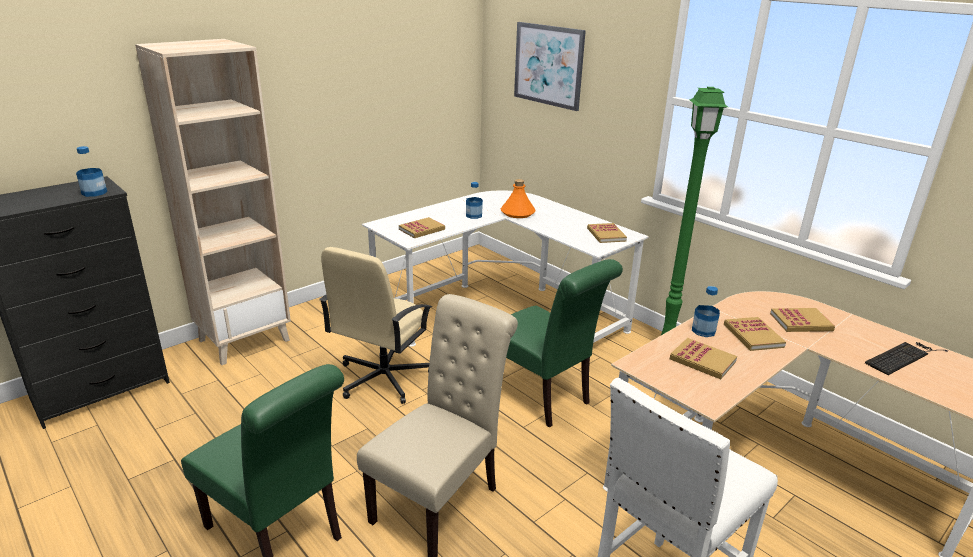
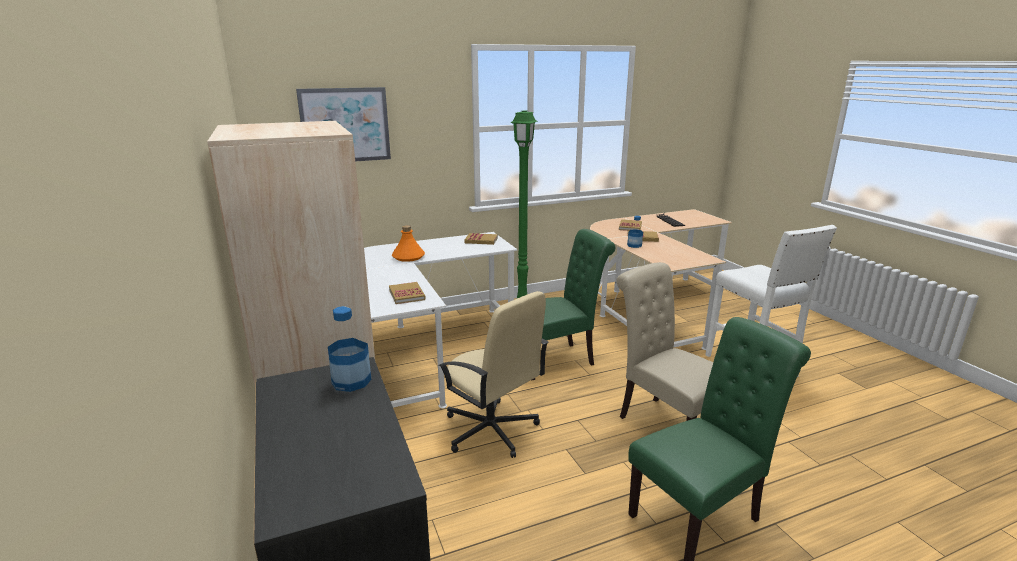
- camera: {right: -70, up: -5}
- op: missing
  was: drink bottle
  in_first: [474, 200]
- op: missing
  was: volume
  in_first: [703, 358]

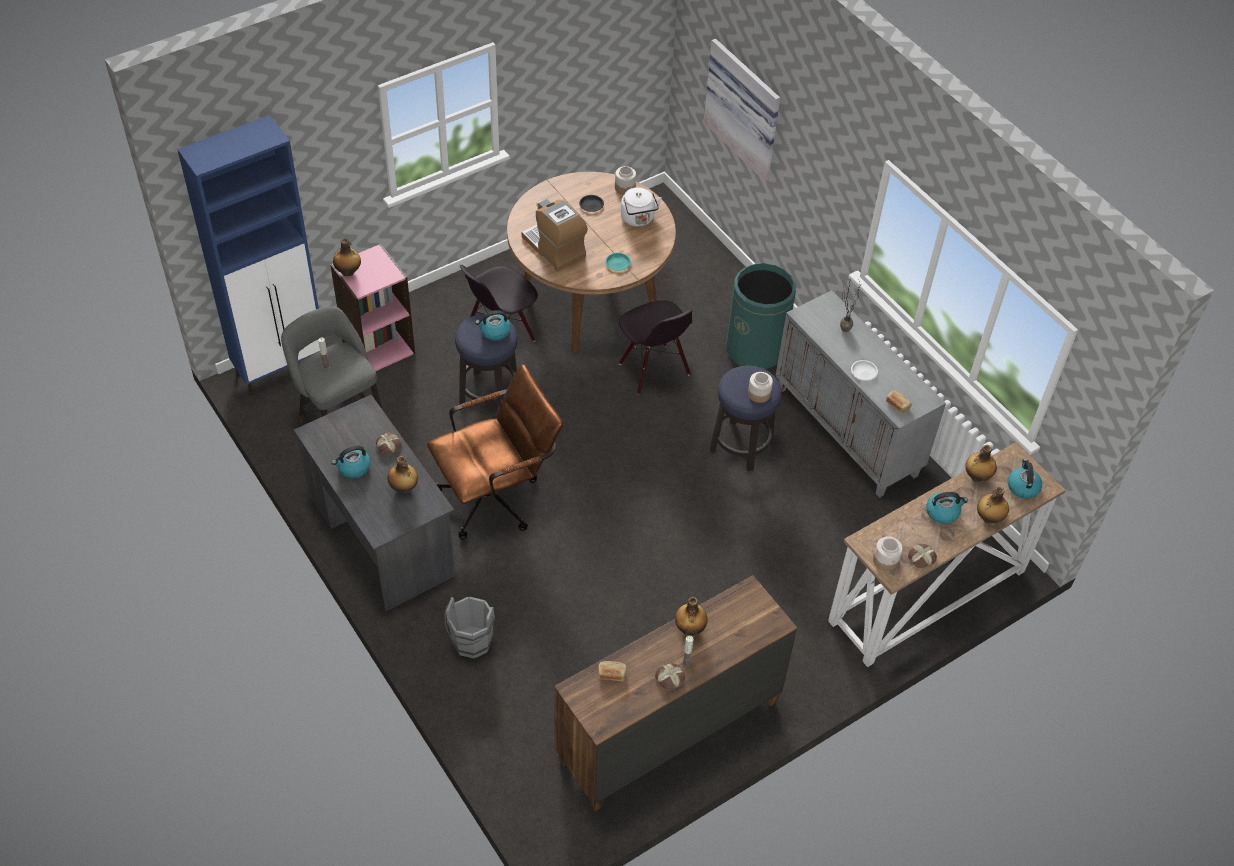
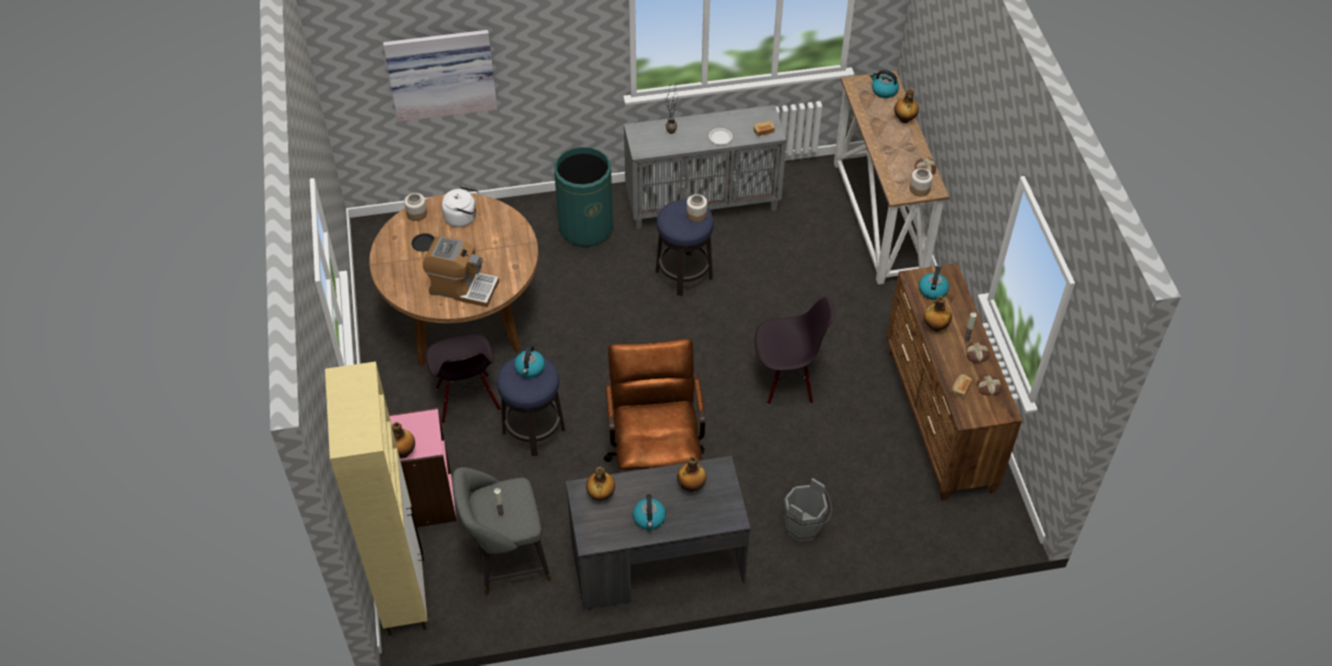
- camera: {right: -65, up: 0}
- op: colour
  was: blue cabinet
  now: sand-coloured cabinet
  in_first: [250, 254]
  in_second: [376, 498]
- op: spun
  was: coffee machine
  in_first: [555, 235]
  in_second: [461, 271]
  clockwise: -150
- op: relocated
  was: drink bottle
  in_first: [981, 463]
  in_second: [600, 484]
- op: relocated
  was: black-coloured plain chair
  in_first: [656, 347]
  in_second: [795, 351]
- op: relocated
  was: tea kettle
  in_first: [947, 508]
  in_second: [934, 282]
- op: relocated
  was: baked bread
  in_first: [389, 443]
  in_second: [989, 385]
- op: missing
  was: turquoise flat dish
  in_first: [618, 262]

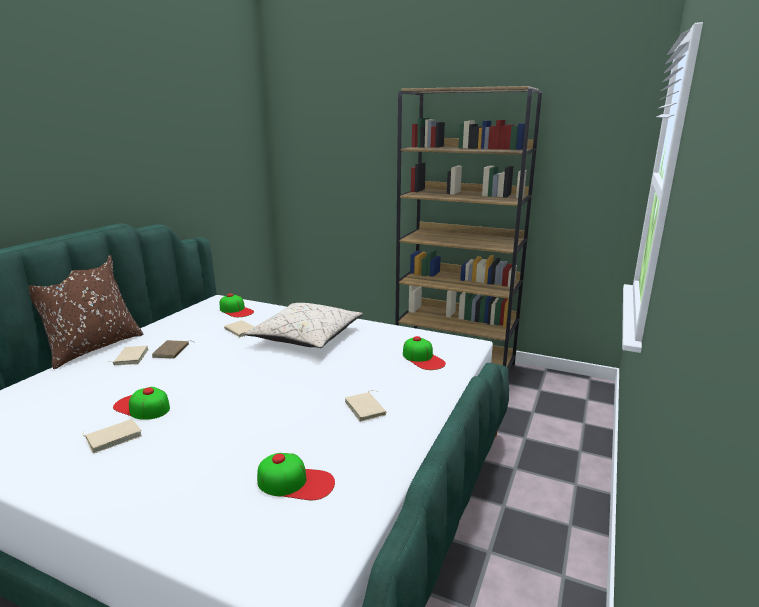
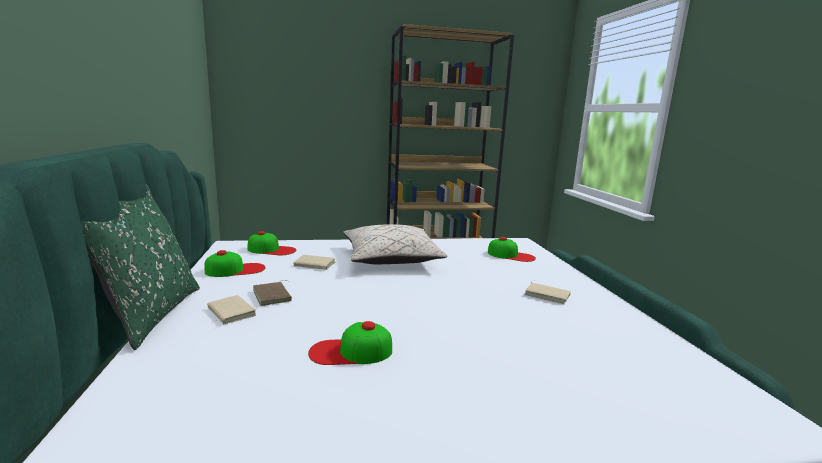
- camera: {right: -35, up: -5}
- op: colour
  was: brown cushion
  now: green cushion
  in_first: [86, 312]
  in_second: [140, 267]
- op: relocated
  was: baseball cap
  in_first: [296, 476]
  in_second: [235, 263]
- op: missing
  was: sand-coloured volume
  in_first: [112, 436]

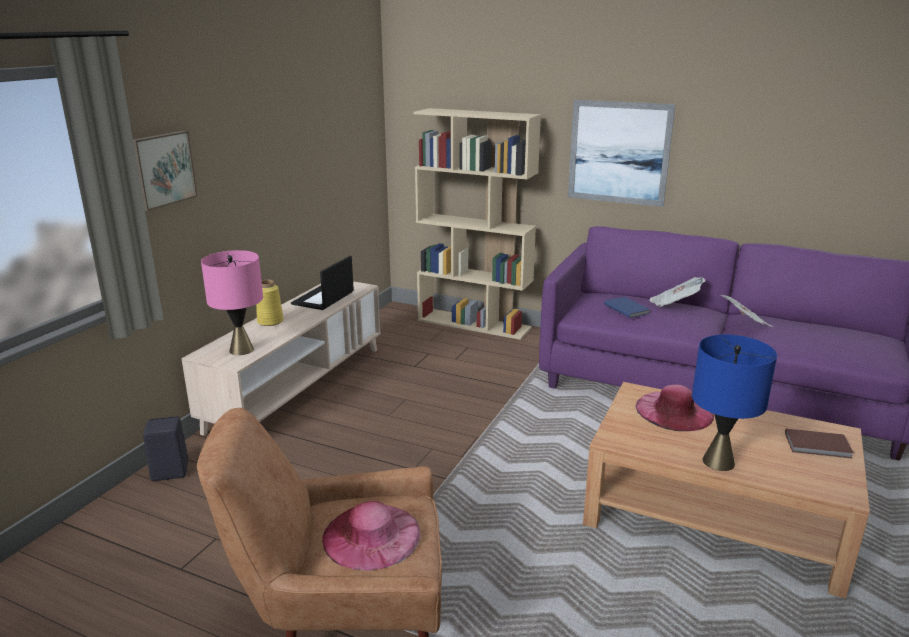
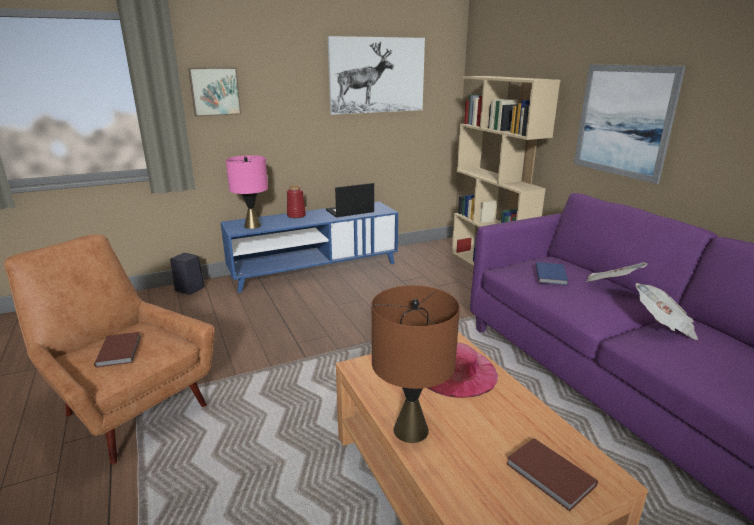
- camera: {right: 40, up: 0}
- op: exchanged
  was: pink clothing hat
  now: brown volume
  in_first: [371, 536]
  in_second: [117, 350]
- op: colour
  was: sand-coloured tv unit
  now: blue tv unit
  in_first: [280, 358]
  in_second: [309, 247]
- op: colour
  was: yellow-coloured decorative vase
  now: red decorative vase
  in_first: [270, 303]
  in_second: [296, 201]
- op: appeared
  now: wall art
  in_second: [376, 75]
- op: colour
  was: blue table lamp
  now: brown table lamp
  in_first: [734, 402]
  in_second: [416, 364]

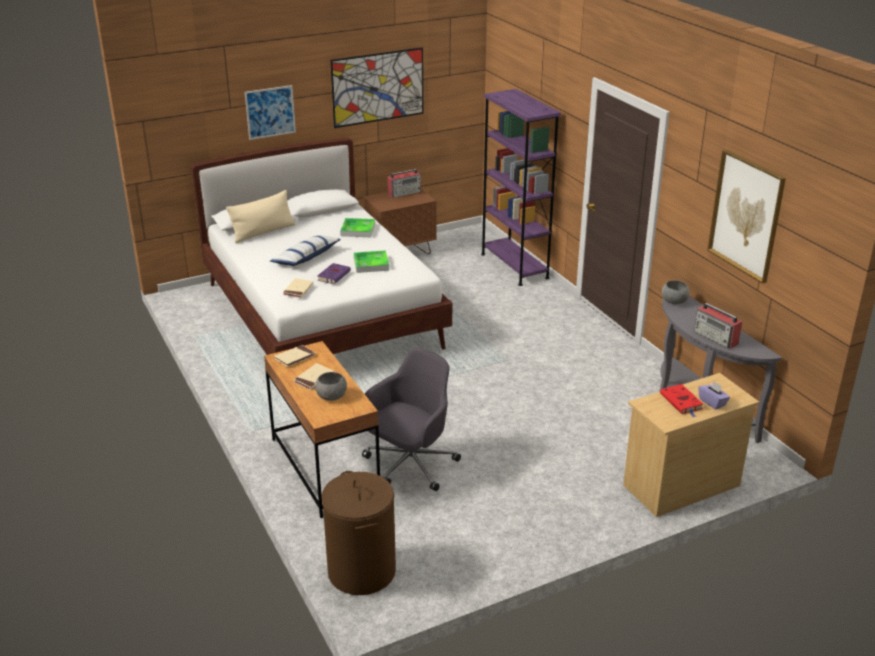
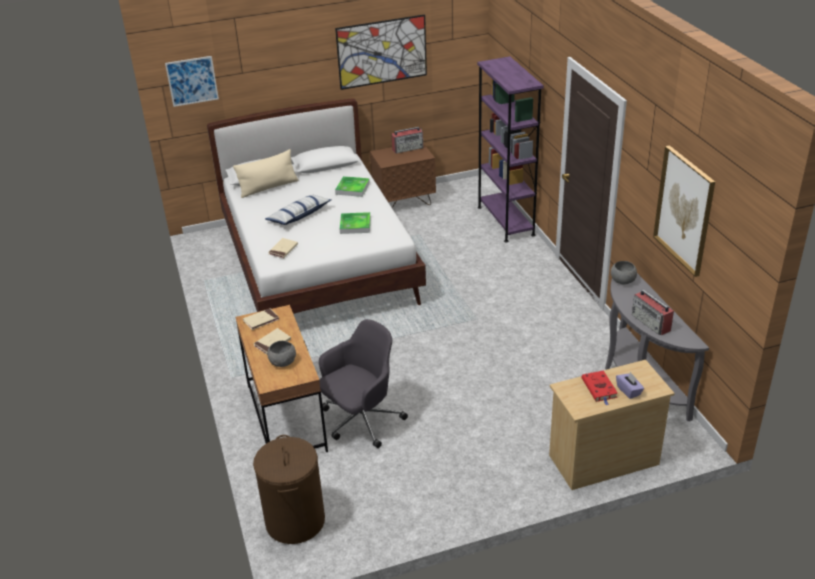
- camera: {right: 10, up: 5}
- op: relocated
  was: wall art
  in_first: [270, 112]
  in_second: [192, 81]
- op: missing
  was: purplish volume
  in_first: [334, 273]

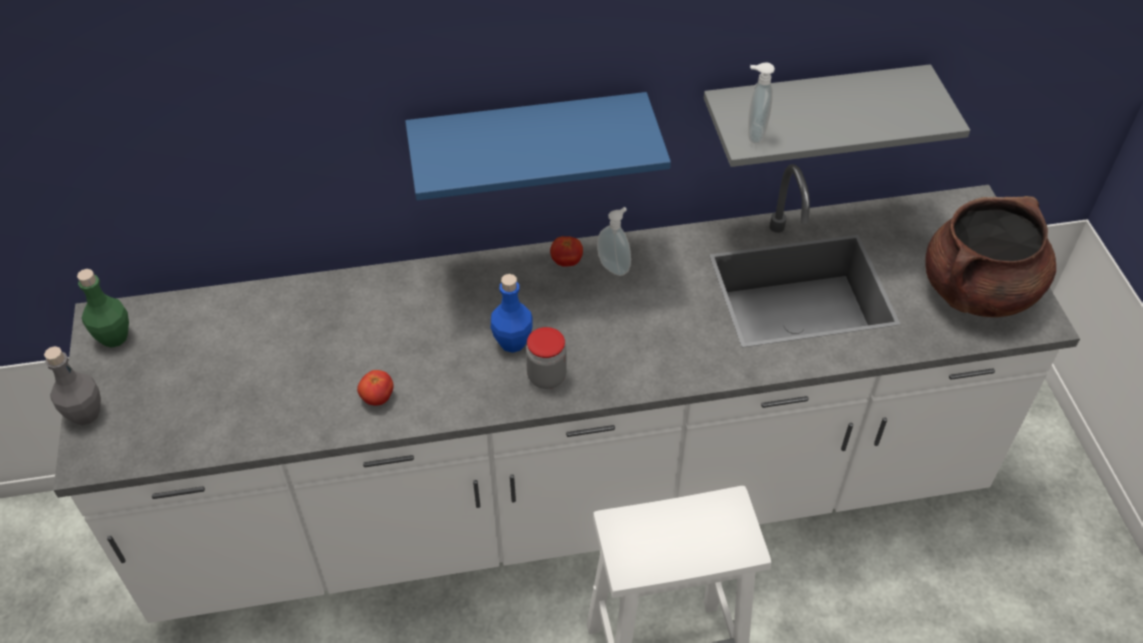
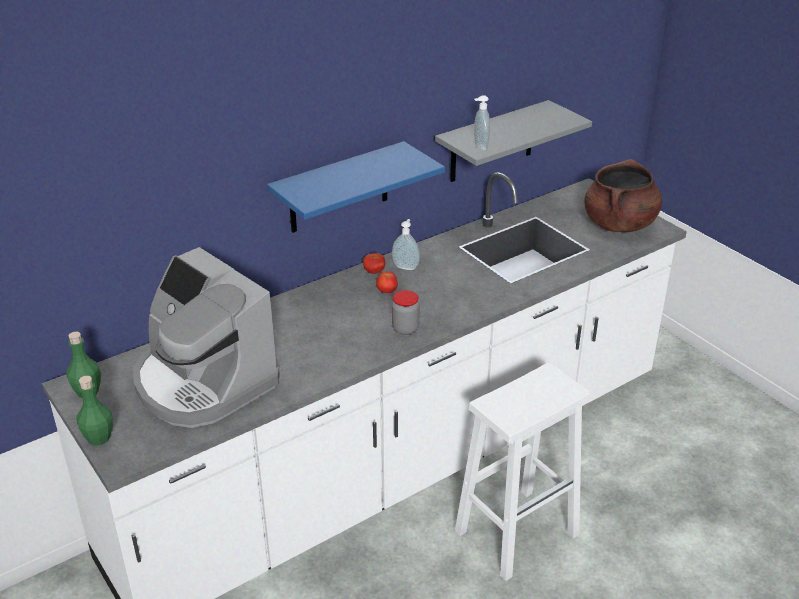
- camera: {right: -25, up: -15}
- op: colour
  was: greyish drink bottle
  now: green drink bottle
  in_first: [72, 385]
  in_second: [94, 411]
- op: appeared
  now: coffee machine
  in_second: [206, 337]
- op: relocated
  was: whole tomato
  in_first: [375, 388]
  in_second: [387, 282]
- op: missing
  was: blue drink bottle
  in_first: [511, 313]

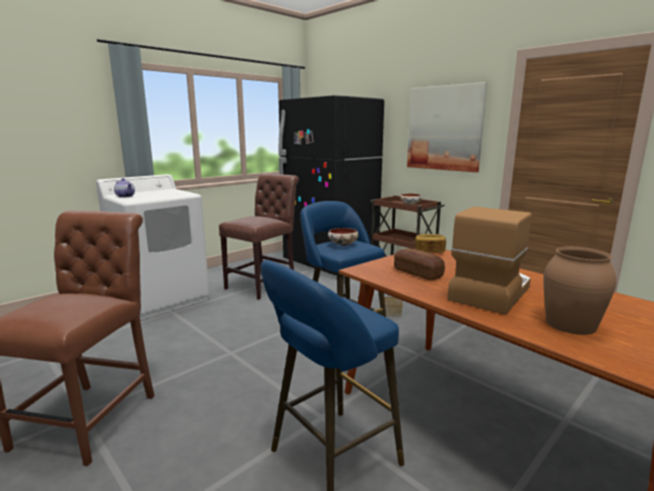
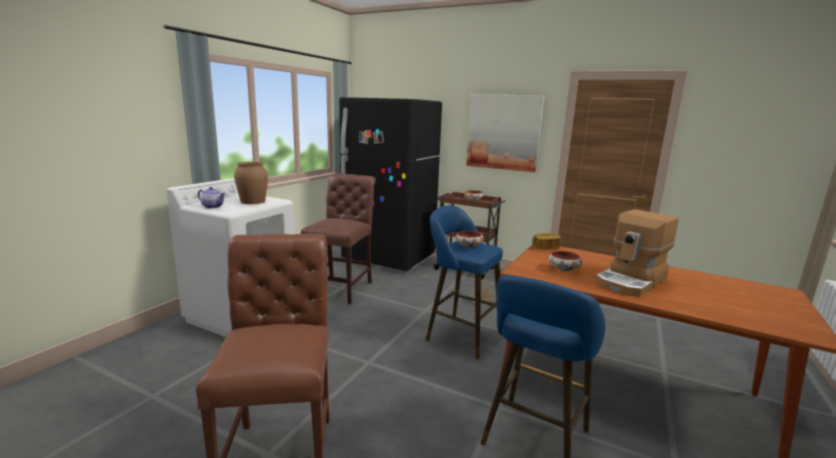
- camera: {right: -20, up: 0}
- op: relocated
  was: brown decorative vase
  in_first: [580, 290]
  in_second: [251, 183]
- op: exchanged
  was: baked bread
  now: serving bowl
  in_first: [419, 264]
  in_second: [565, 261]
- op: spun
  was: coffee machine
  in_first: [489, 260]
  in_second: [637, 253]
  clockwise: -150

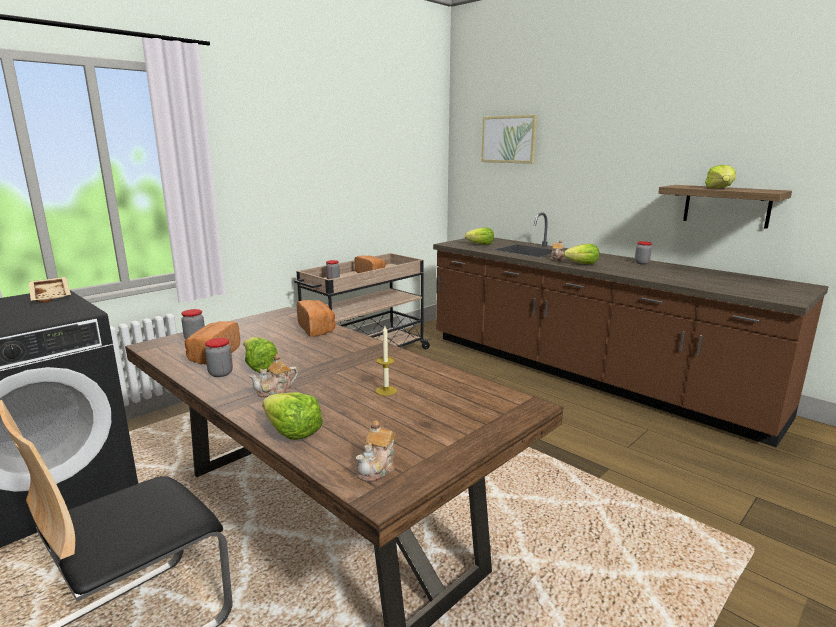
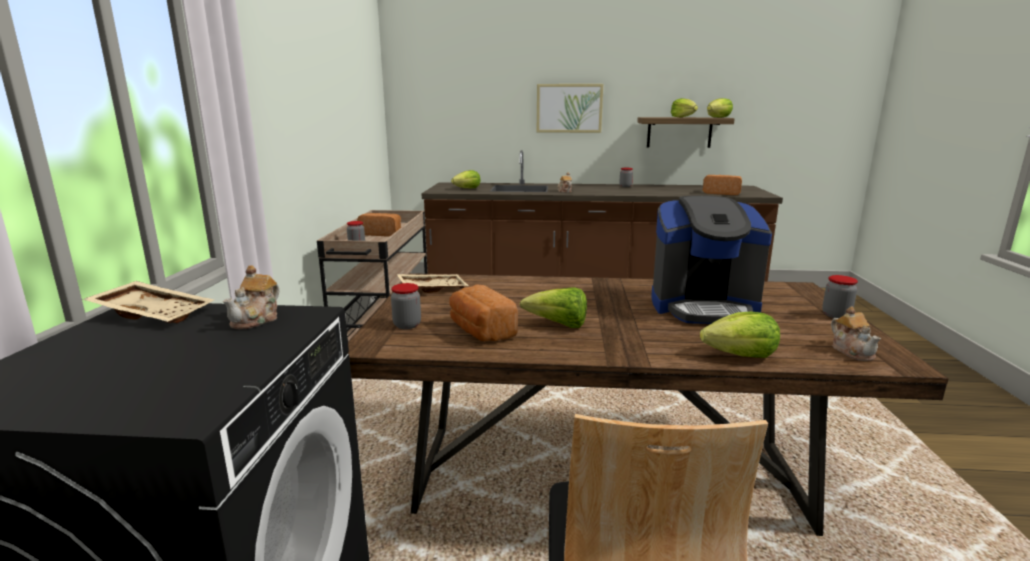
- camera: {right: -40, up: 0}
- op: relocated
  was: tea pot
  in_first: [273, 375]
  in_second: [251, 297]
- op: appeared
  now: sand-coloured tray
  in_second: [432, 283]
- op: relocated
  was: wall art
  in_first: [509, 139]
  in_second: [570, 108]
- op: exchanged
  was: candle
  now: coffee machine
  in_first: [386, 361]
  in_second: [711, 259]
- op: relocated
  was: baked bread
  in_first: [316, 318]
  in_second: [722, 185]
- op: relocated
  was: lettuce head
  in_first: [581, 254]
  in_second: [720, 108]
- op: relocated
  was: preserve jar
  in_first: [219, 357]
  in_second: [840, 296]

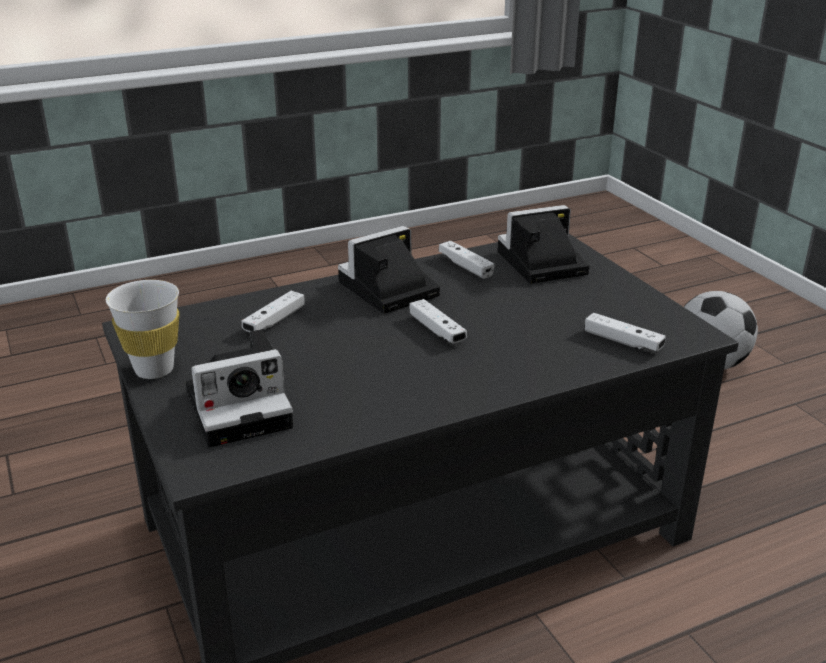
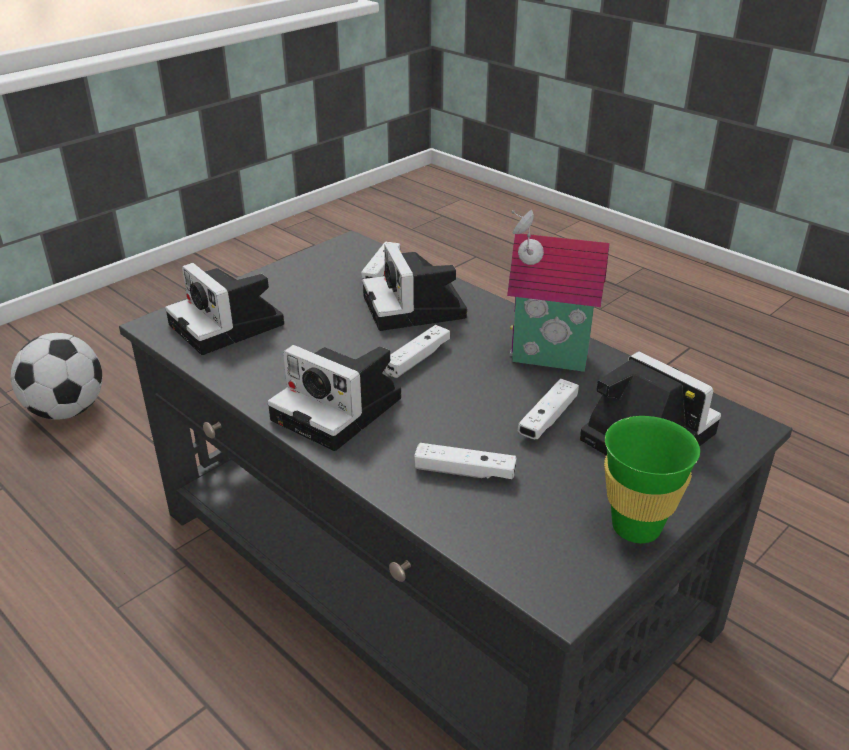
- camera: {right: -110, up: 5}
- op: appeared
  now: still camera
  in_second: [415, 287]
- op: appeared
  now: miniature house
  in_second: [558, 291]
- op: relocated
  was: whitish gamepad
  in_first: [466, 260]
  in_second: [548, 409]
- op: colour
  was: whitish small cup
  now: green small cup
  in_first: [142, 329]
  in_second: [652, 479]

